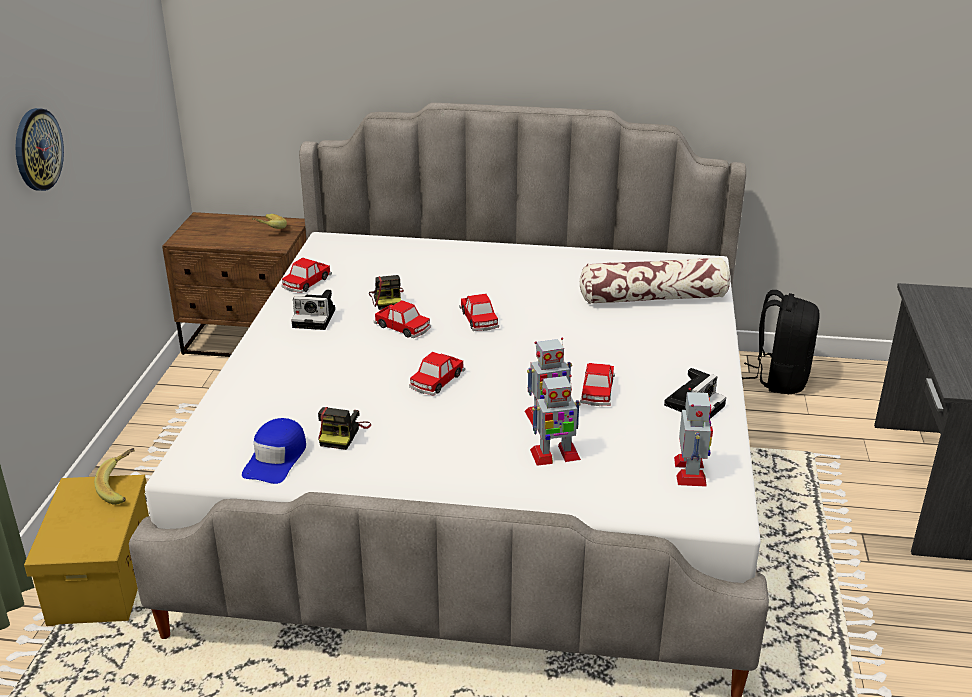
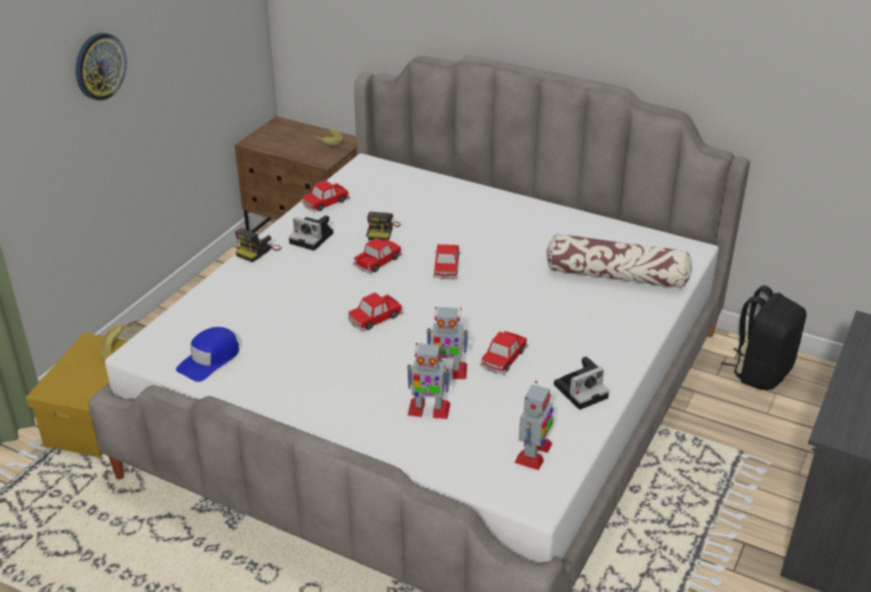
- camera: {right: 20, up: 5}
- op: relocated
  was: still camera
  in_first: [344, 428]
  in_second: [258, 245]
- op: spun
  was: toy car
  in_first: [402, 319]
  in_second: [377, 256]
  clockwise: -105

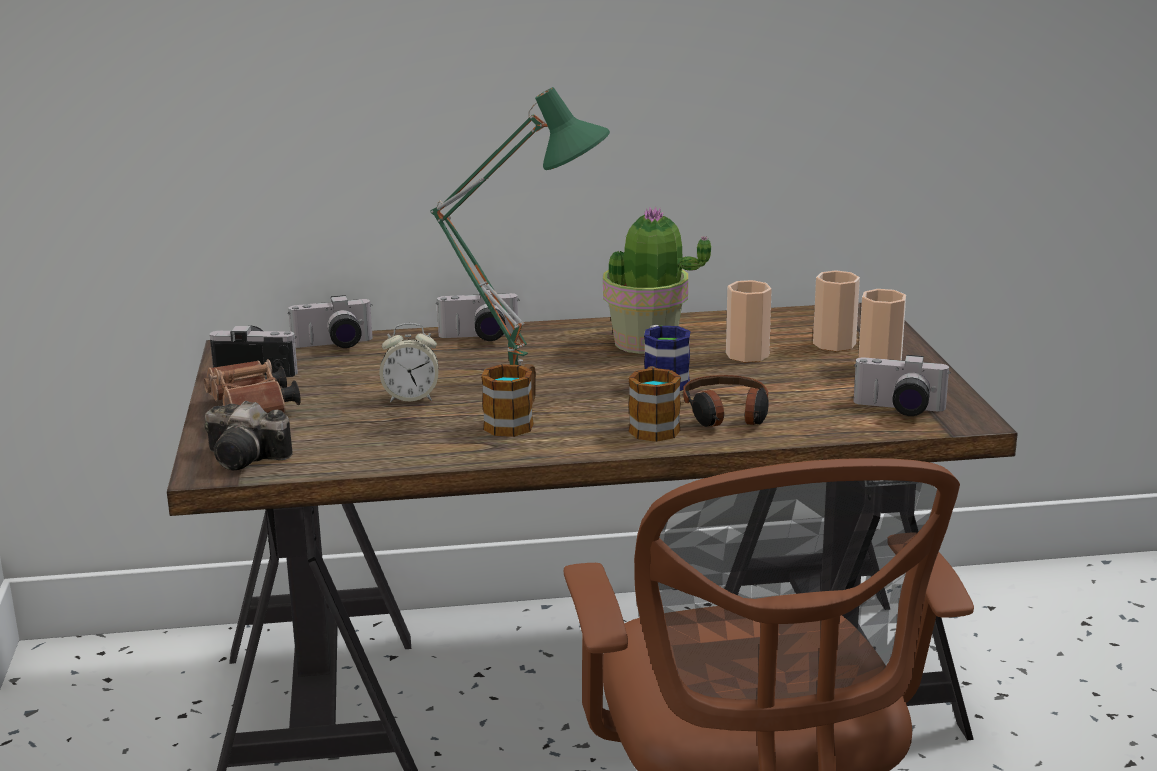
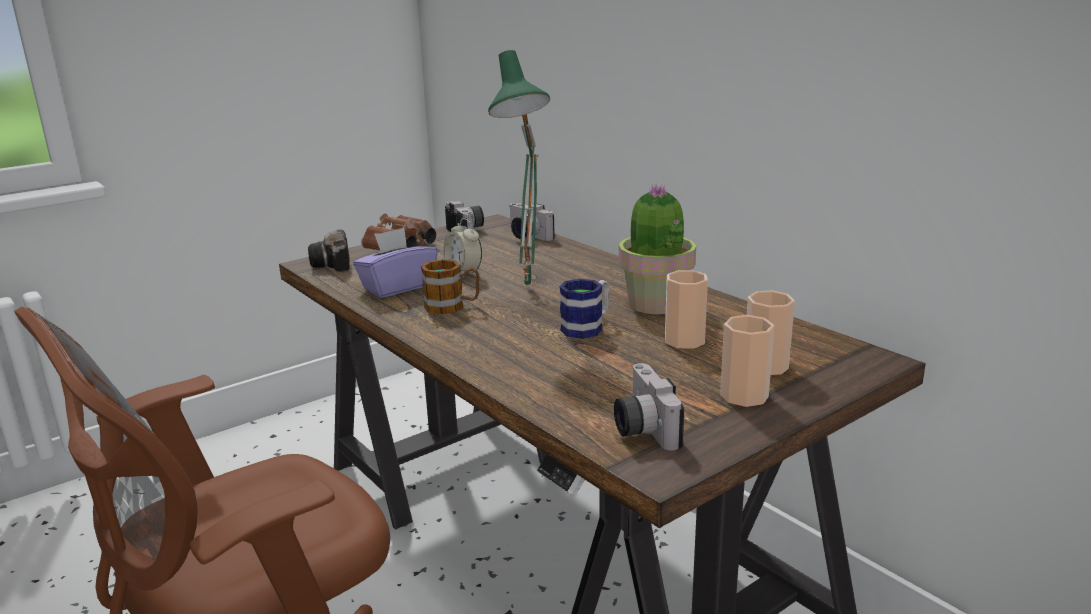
- camera: {right: 60, up: 0}
- op: appeared
  now: purplish box of tissues
  in_second: [395, 263]
- op: missing
  was: still camera
  in_first: [477, 315]
- op: missing
  was: mug
  in_first: [654, 404]
- op: missing
  was: headphones
  in_first: [726, 401]

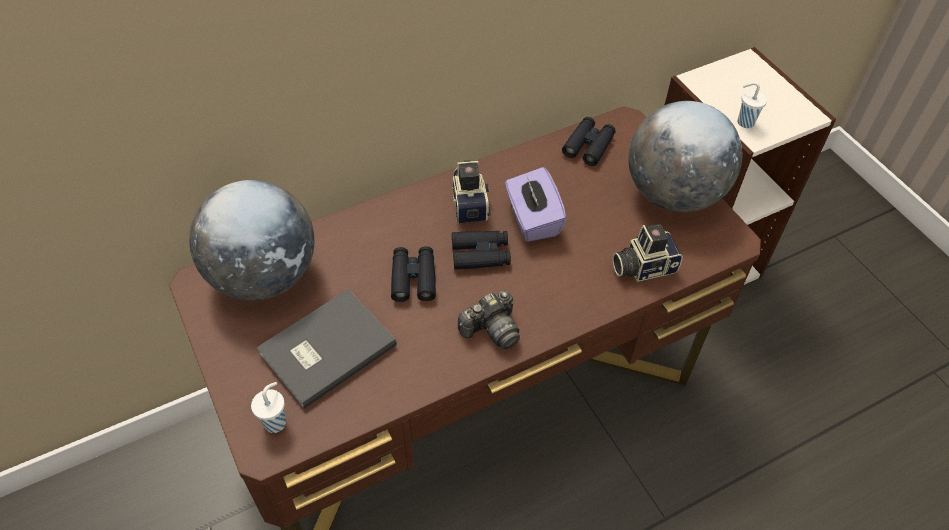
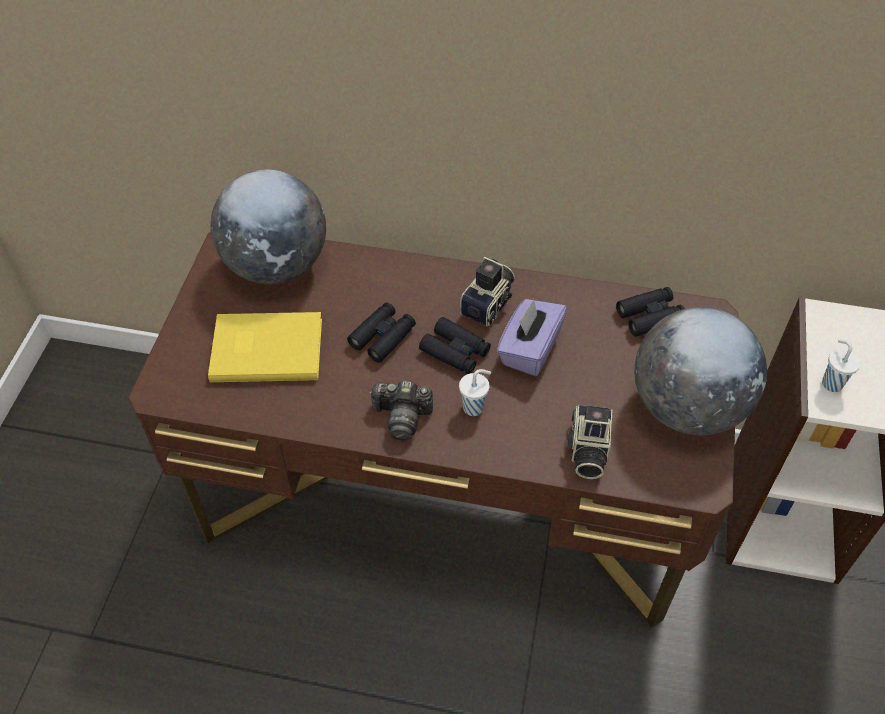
- camera: {right: 40, up: 0}
- op: colour
  was: greyish volume
  now: yellow-coloured volume
  in_first: [327, 349]
  in_second: [265, 347]
- op: relocated
  was: whitish small cup
  in_first: [268, 407]
  in_second: [475, 392]
- op: spun
  was: still camera
  in_first: [647, 253]
  in_second: [590, 442]
  clockwise: -105

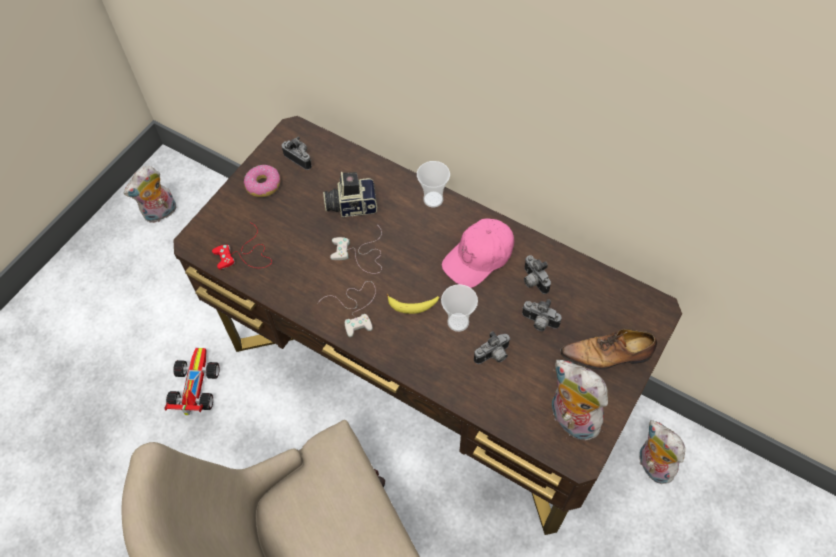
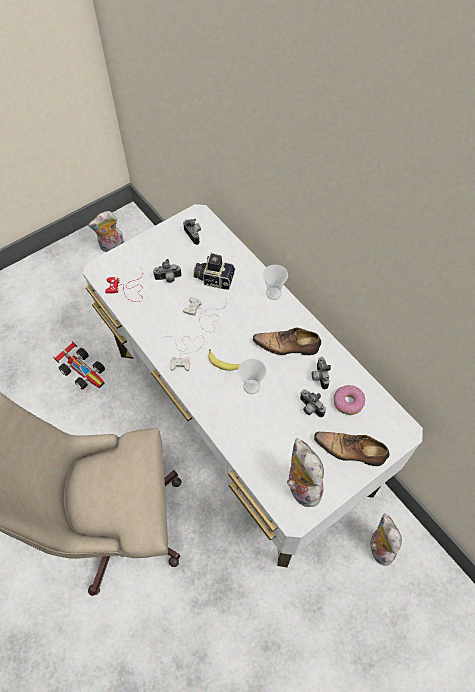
- camera: {right: 20, up: 0}
- op: spun
  was: toy car
  in_first: [191, 381]
  in_second: [79, 365]
  clockwise: 105
- op: colour
  was: brown desk unit
  now: whitish desk unit
  in_first: [428, 325]
  in_second: [252, 385]
- op: relocated
  was: still camera
  in_first: [492, 347]
  in_second: [167, 271]
- op: exchanged
  was: pink baseball cap
  now: shoe
  in_first: [478, 253]
  in_second: [287, 341]
- op: relocated
  was: ring doughnut
  in_first: [262, 181]
  in_second: [349, 400]

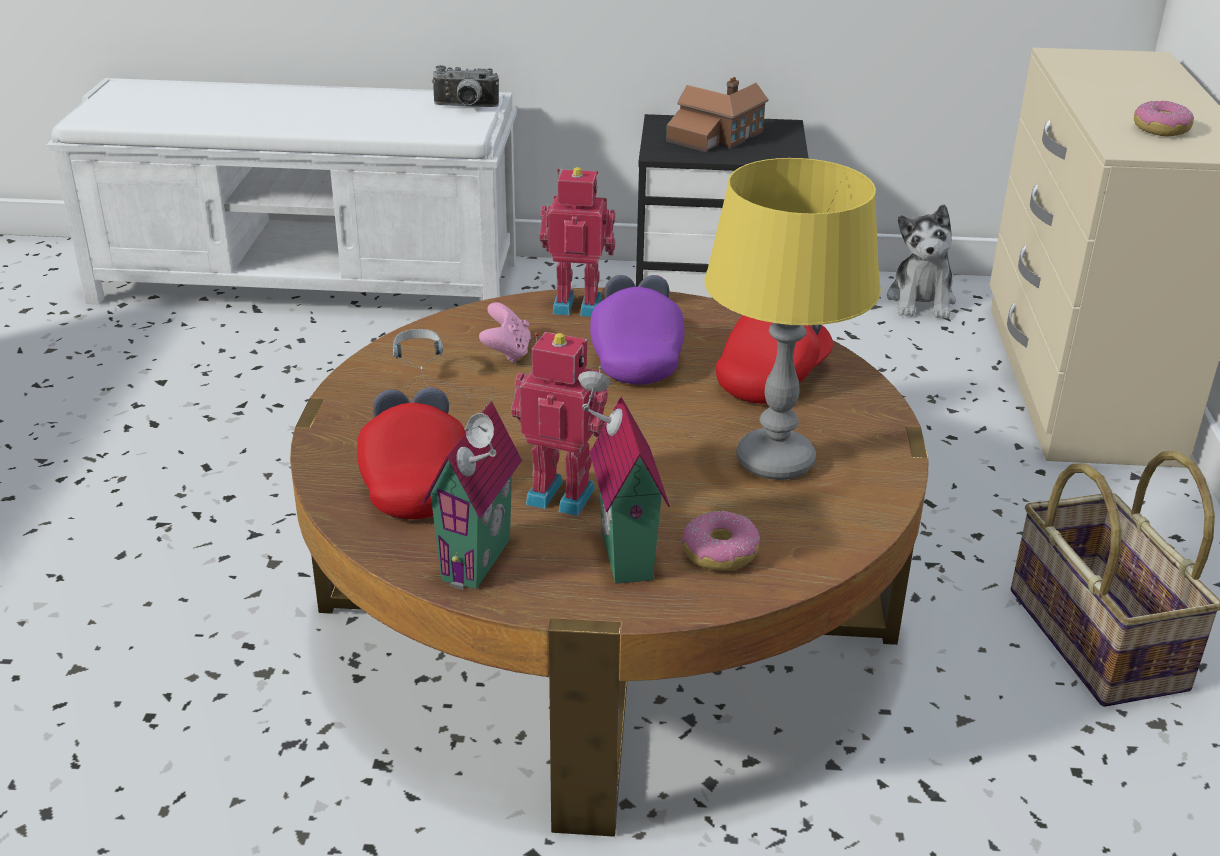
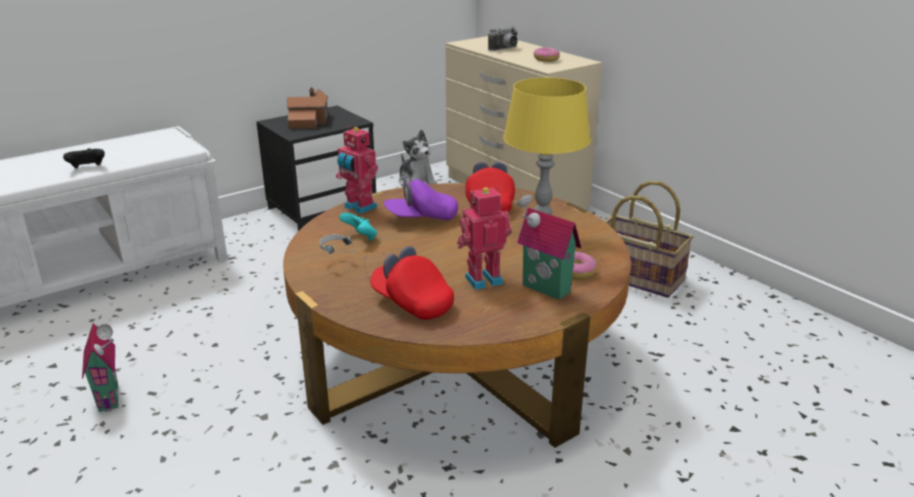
- camera: {right: -40, up: -5}
- op: appeared
  now: black-coloured gamepad
  in_second: [84, 158]
- op: relocated
  was: miniature house
  in_first: [471, 495]
  in_second: [100, 367]
- op: spun
  was: robot figure
  in_first: [577, 242]
  in_second: [357, 170]
  clockwise: -105
- op: colour
  was: pink gamepad
  now: turquoise gamepad
  in_first: [505, 332]
  in_second: [358, 226]
- op: spun
  was: purplish baseball cap
  in_first: [637, 330]
  in_second: [420, 198]
  clockwise: -60
- op: relocated
  was: still camera
  in_first: [465, 86]
  in_second: [503, 39]

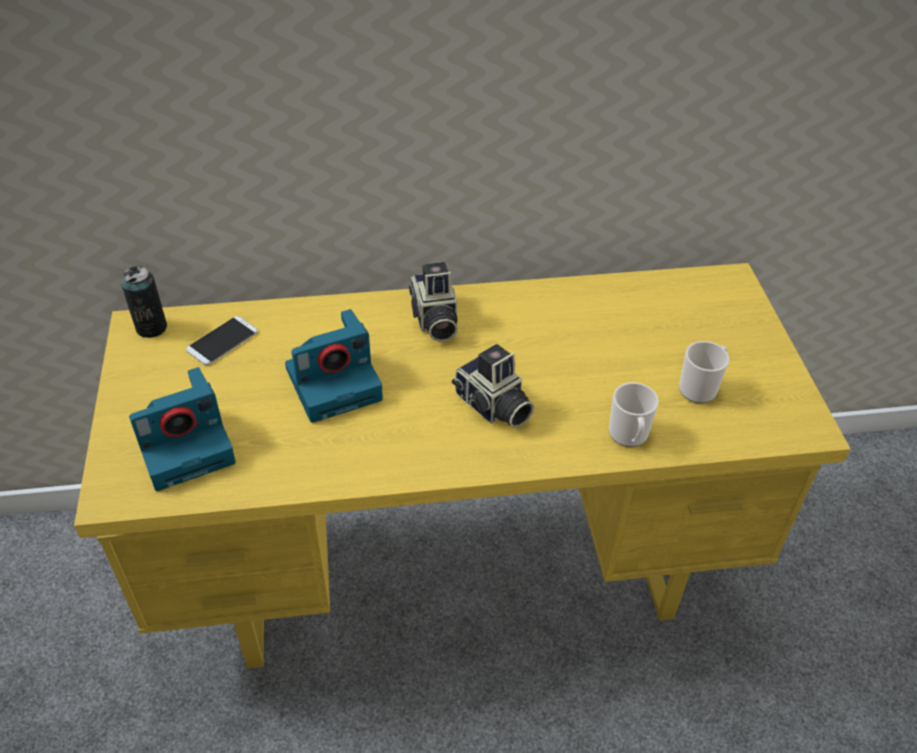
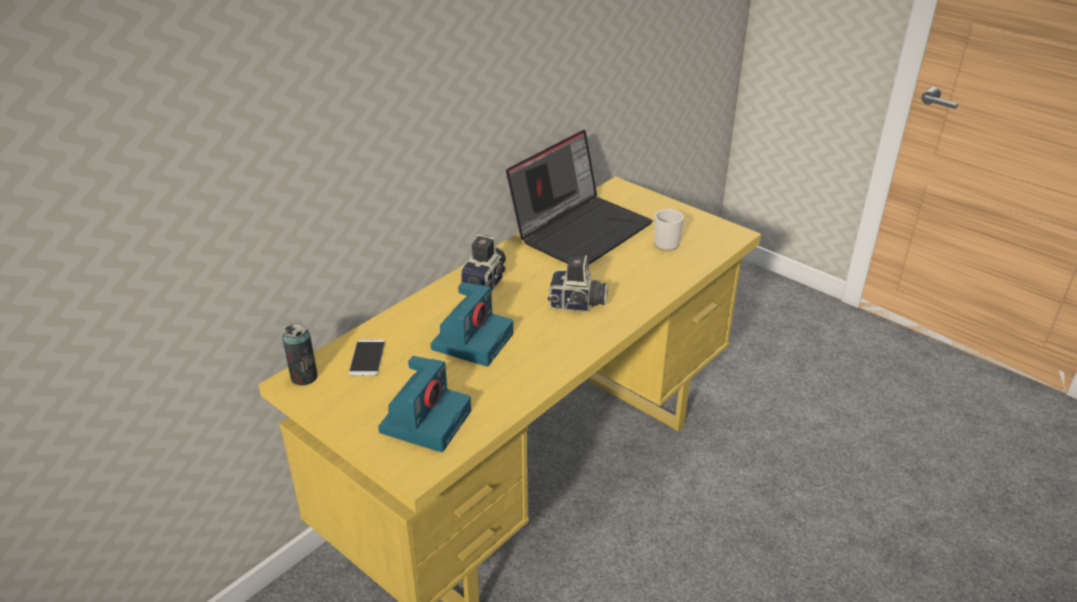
- camera: {right: -40, up: -10}
- op: spun
  was: still camera
  in_first: [433, 302]
  in_second: [483, 263]
  clockwise: -105
- op: appeared
  now: laptop
  in_second: [579, 197]
- op: missing
  was: mug
  in_first: [634, 414]

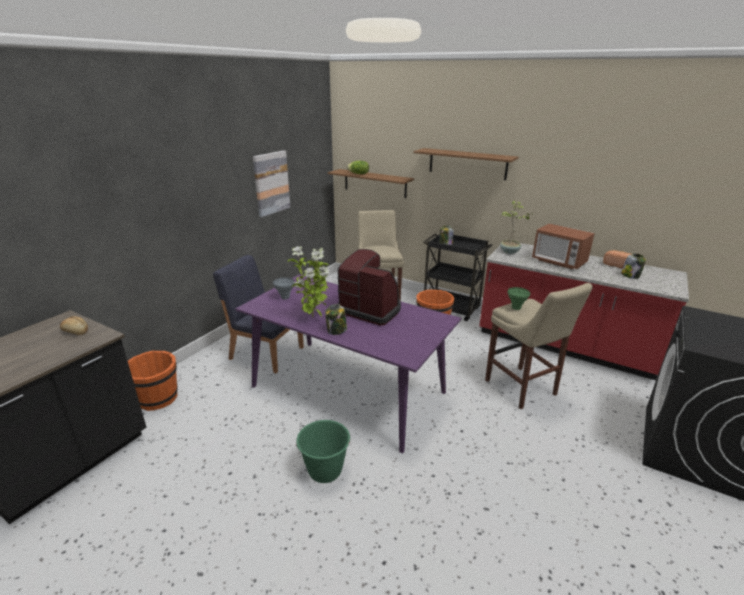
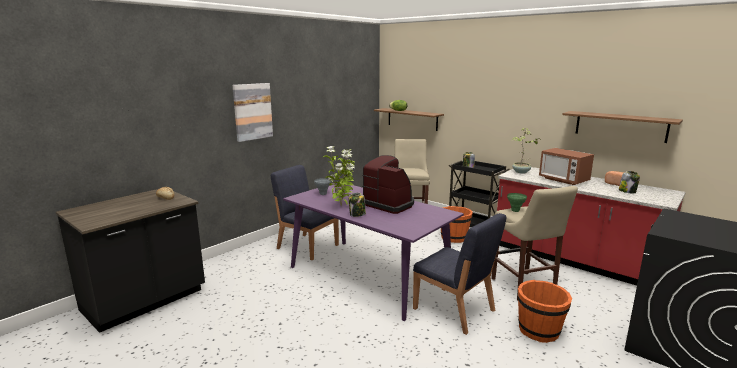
- camera: {right: 10, up: -10}
- op: relocated
  was: wall art
  in_first: [271, 184]
  in_second: [253, 112]
- op: appeared
  now: blue plain chair
  in_second: [459, 274]
- op: relocated
  was: orangey water bucket
  in_first: [153, 380]
  in_second: [545, 311]
- op: relocated
  was: brown bracket shelf
  in_first: [466, 164]
  in_second: [622, 127]
- op: missing
  was: green water bucket
  in_first: [323, 451]

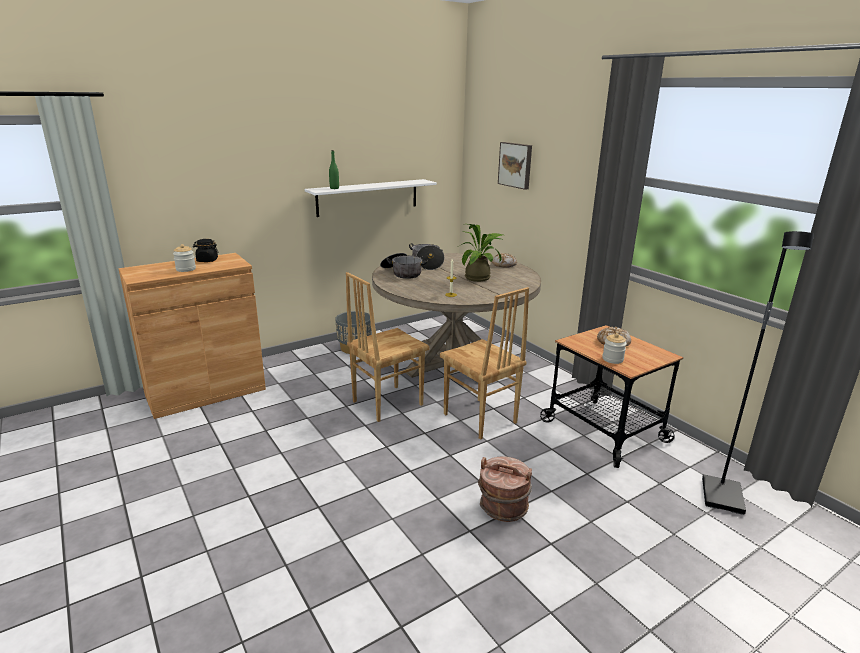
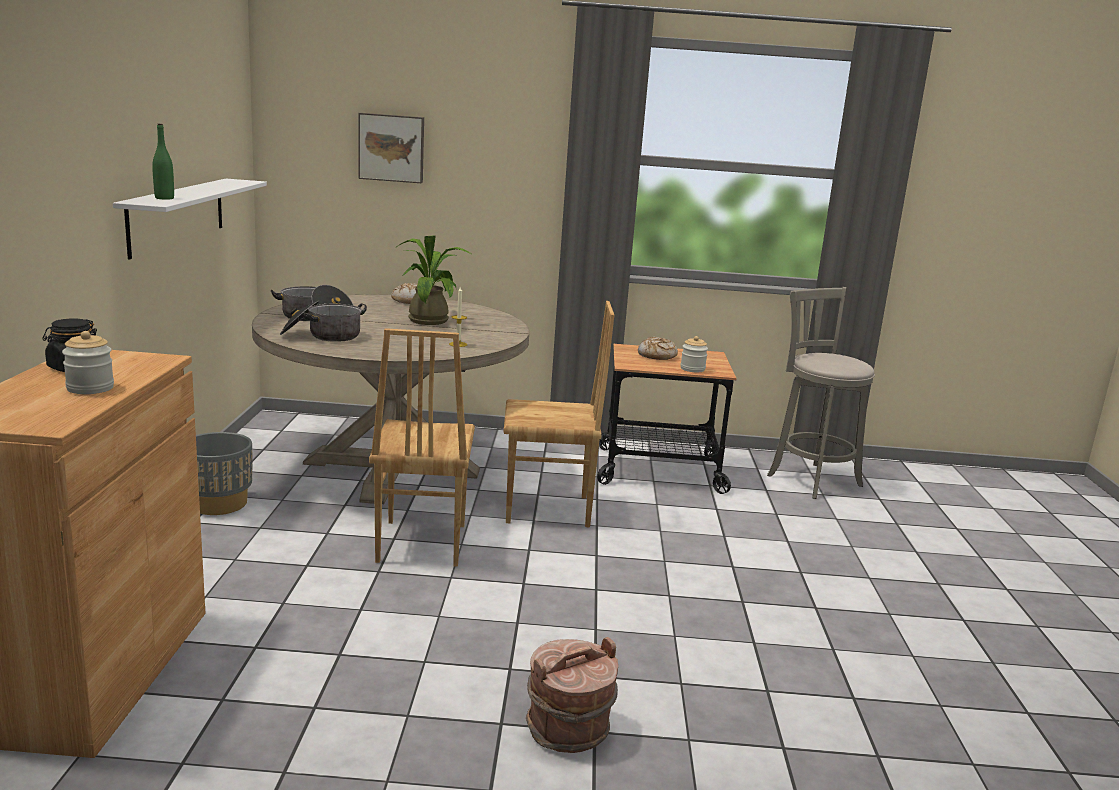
- camera: {right: -55, up: -5}
- op: relocated
  was: brown water bucket
  in_first: [505, 489]
  in_second: [572, 695]
- op: exchanged
  was: black-coloured standard lamp
  now: greyish stool seat
  in_first: [758, 373]
  in_second: [821, 393]

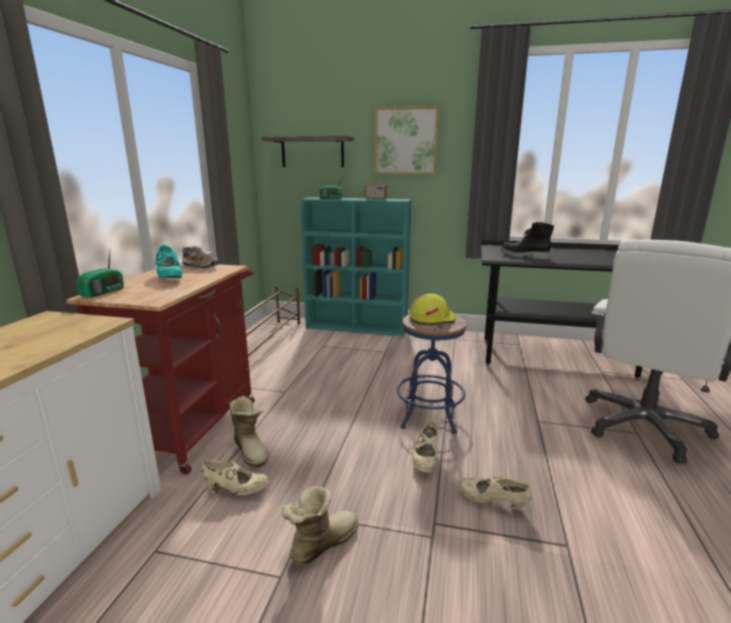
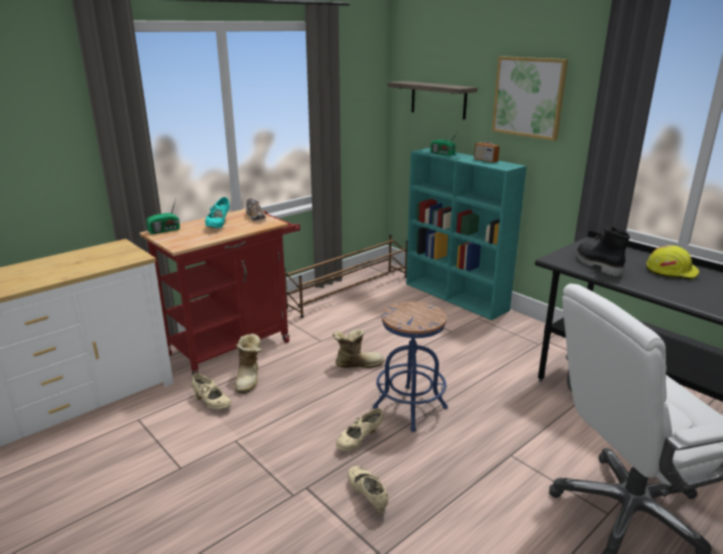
- camera: {right: 35, up: 5}
- op: relocated
  was: tall boot
  in_first: [320, 525]
  in_second: [358, 348]
- op: relocated
  was: yellow-coloured hard hat
  in_first: [432, 309]
  in_second: [673, 262]

